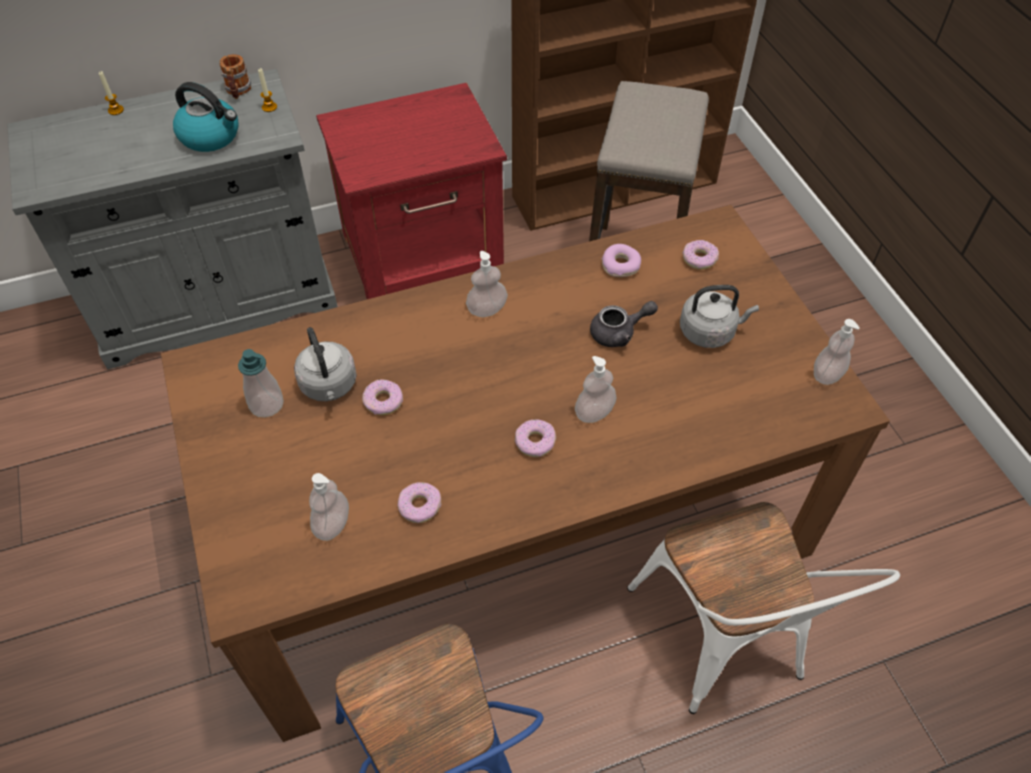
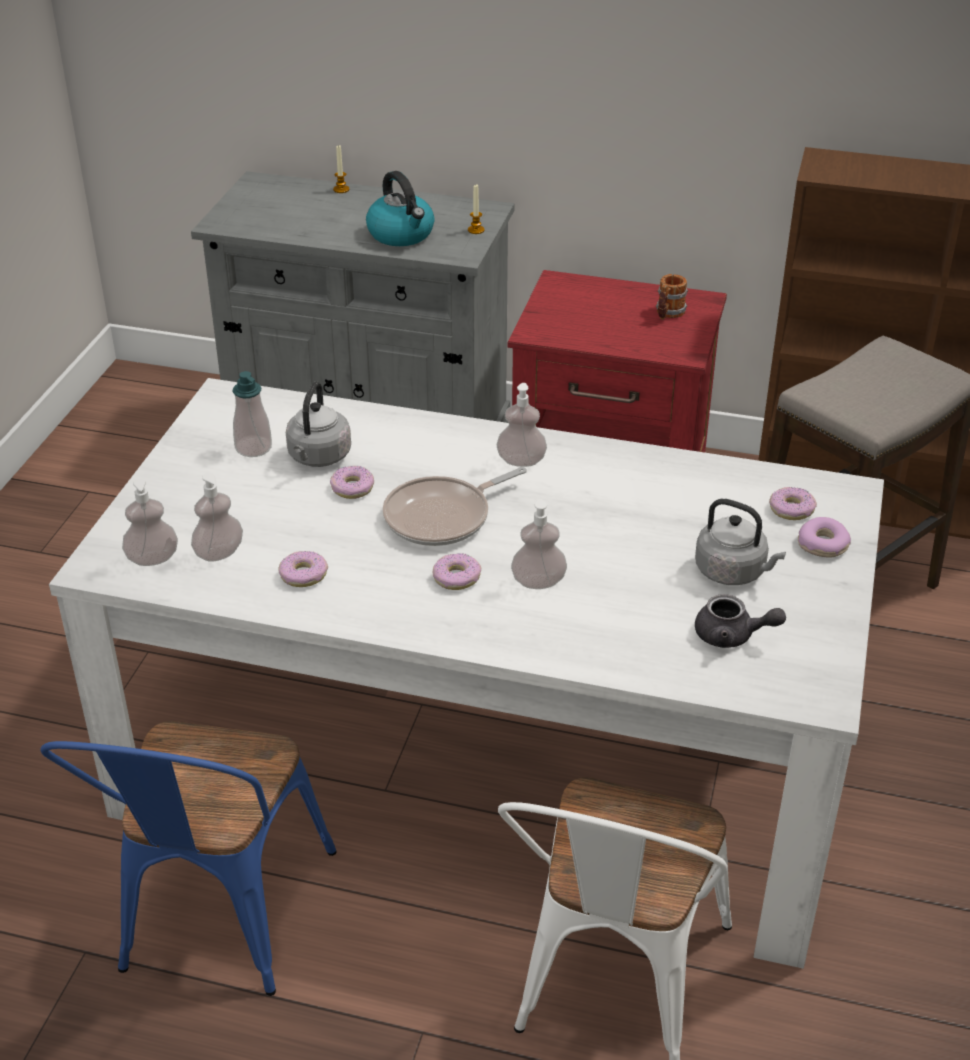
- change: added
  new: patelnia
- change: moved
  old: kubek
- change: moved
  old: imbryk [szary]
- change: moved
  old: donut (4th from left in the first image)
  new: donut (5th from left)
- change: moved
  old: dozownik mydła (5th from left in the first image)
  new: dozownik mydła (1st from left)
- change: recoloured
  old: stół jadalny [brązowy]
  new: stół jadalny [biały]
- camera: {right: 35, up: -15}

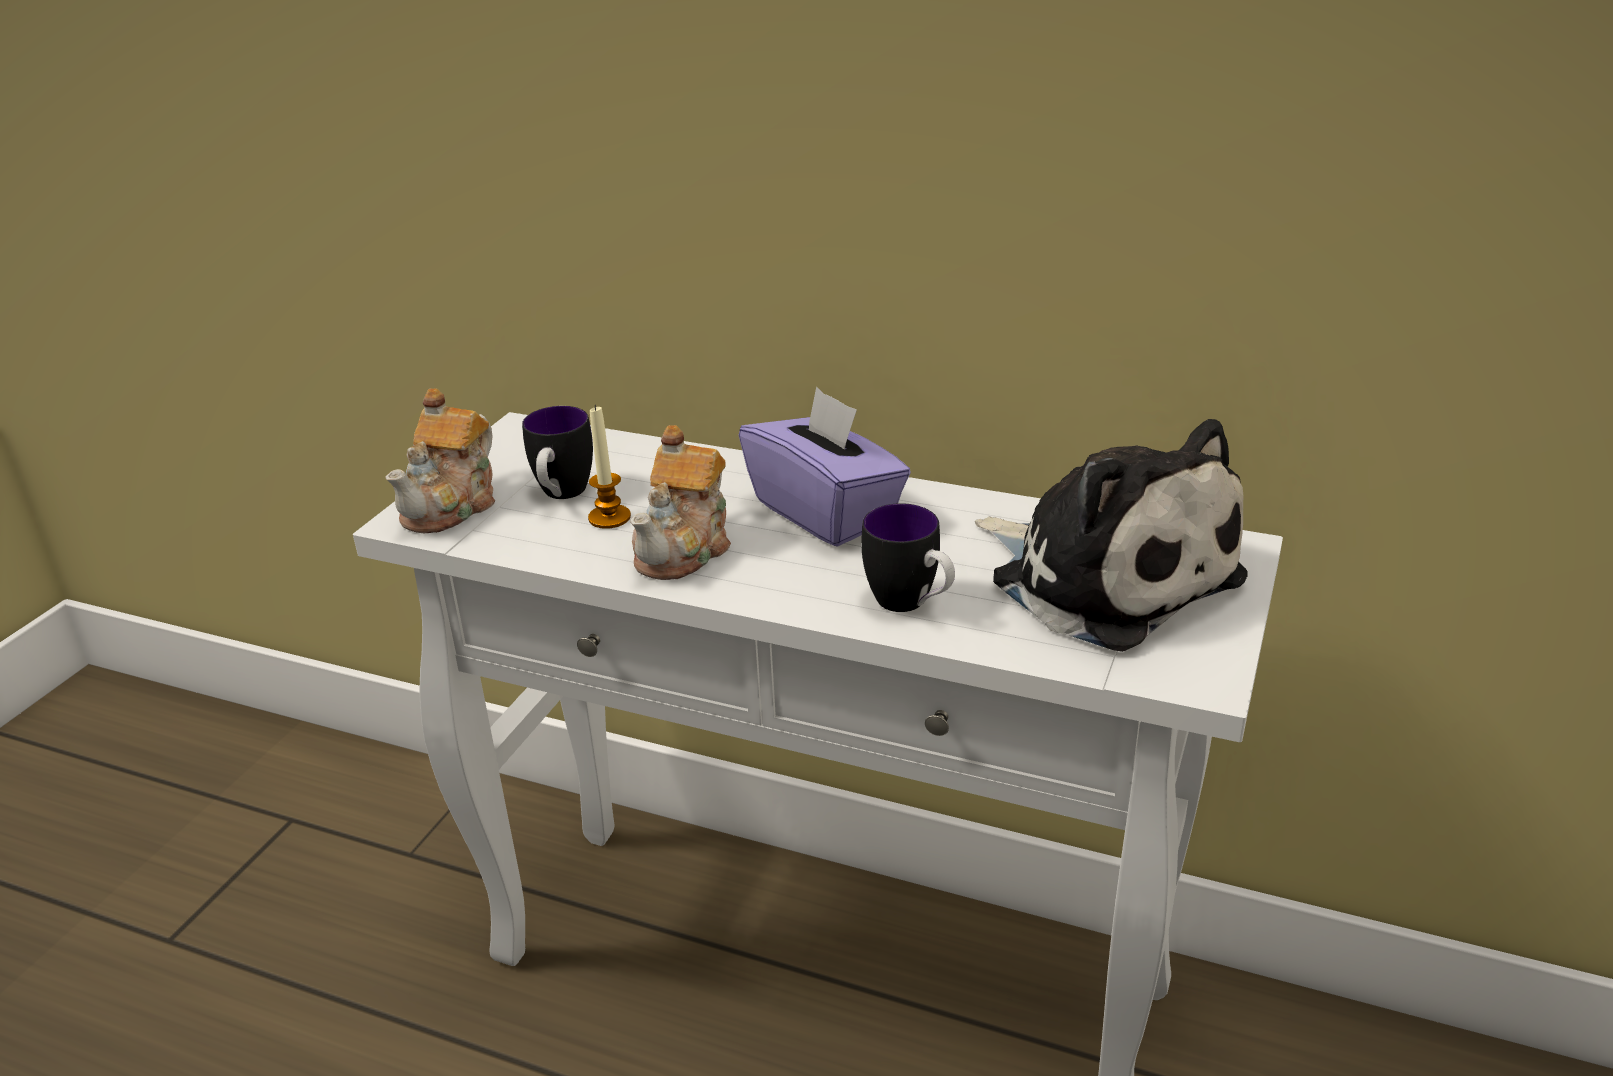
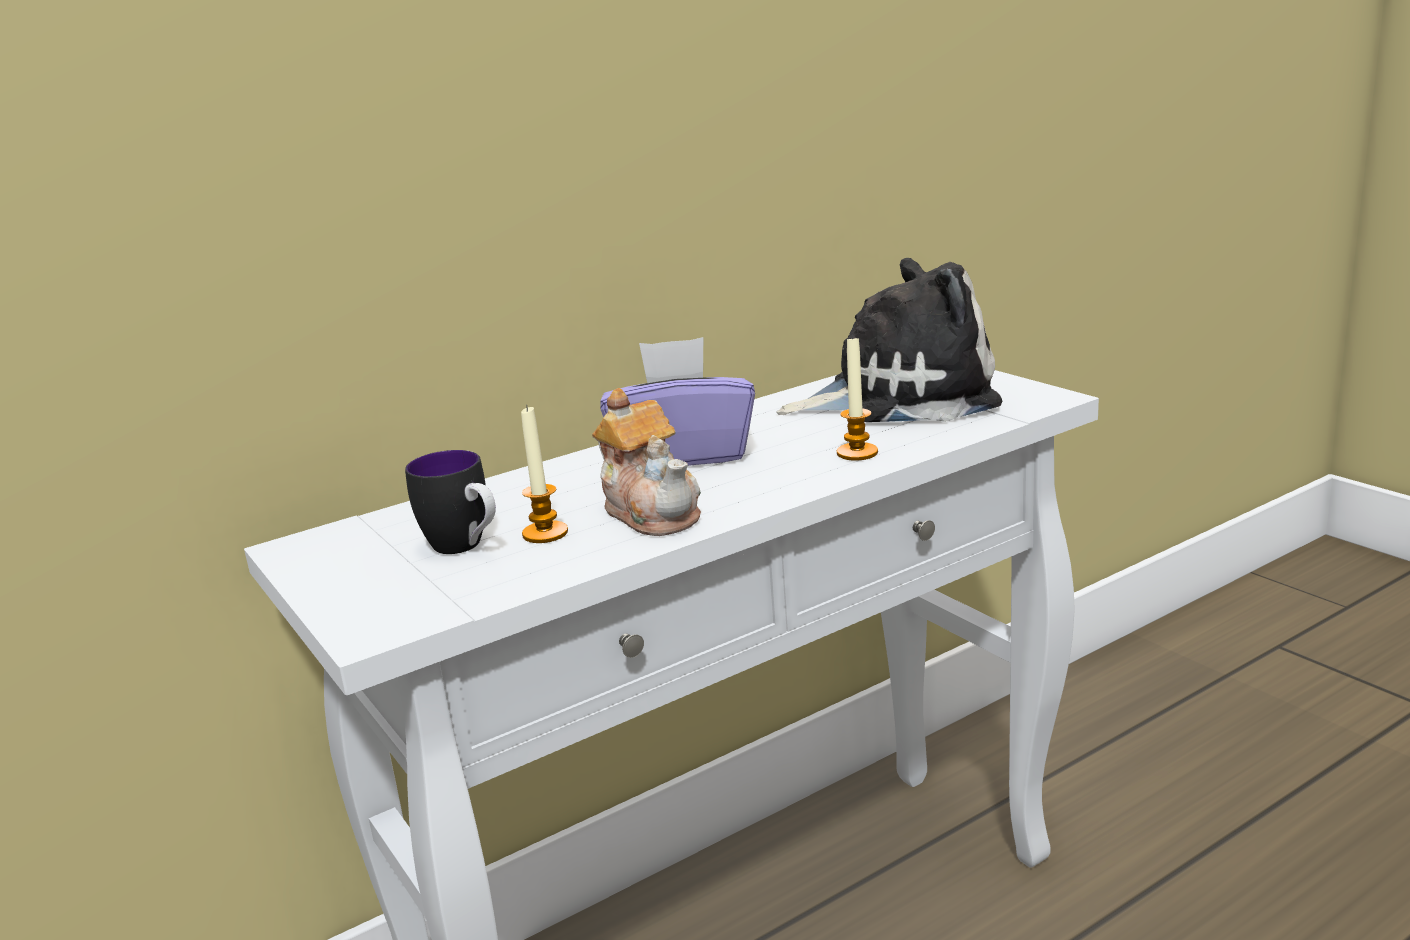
- change: removed
  old: imbryk (1st from left)
- change: replaced
  old: kubek (2nd from left)
  new: świeca (2nd from left)
- camera: {right: -55, up: -10}

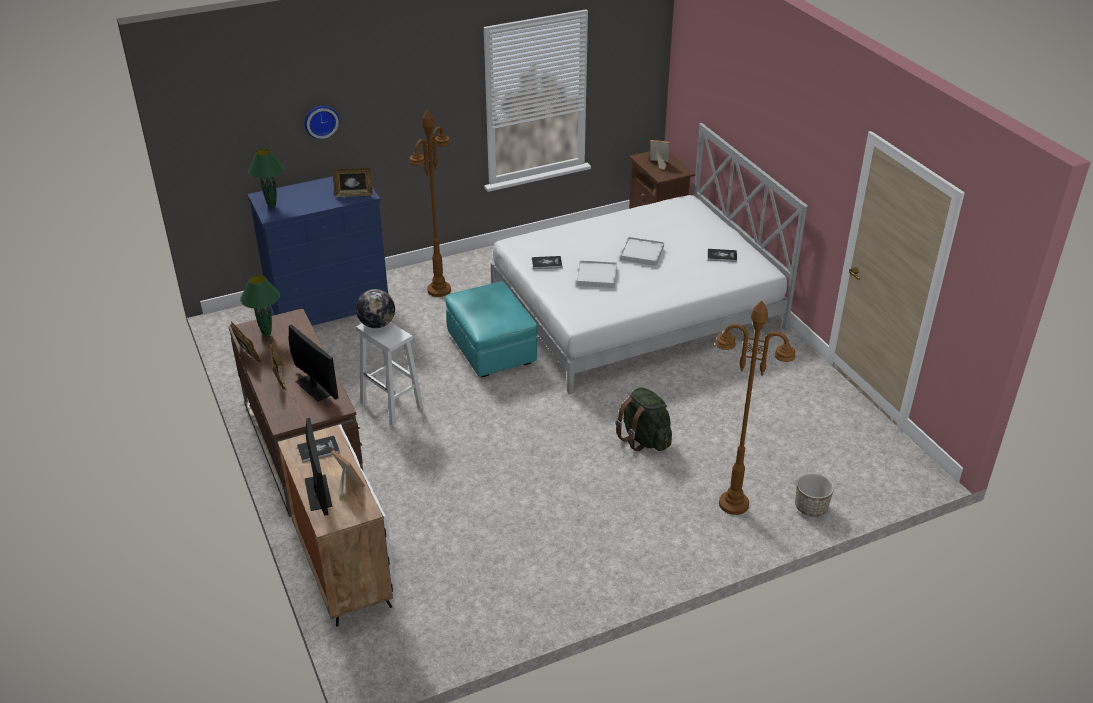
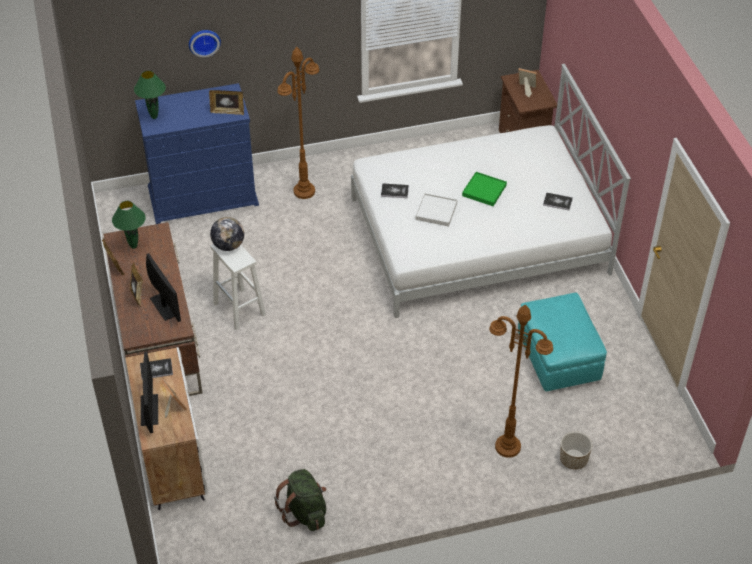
- change: moved
  old: pufa [turkusowy]
- change: moved
  old: plecak [zielony]
- change: recoloured
  old: taca [biały] (2nd from left)
  new: taca [zielony]
- camera: {right: 10, up: 10}

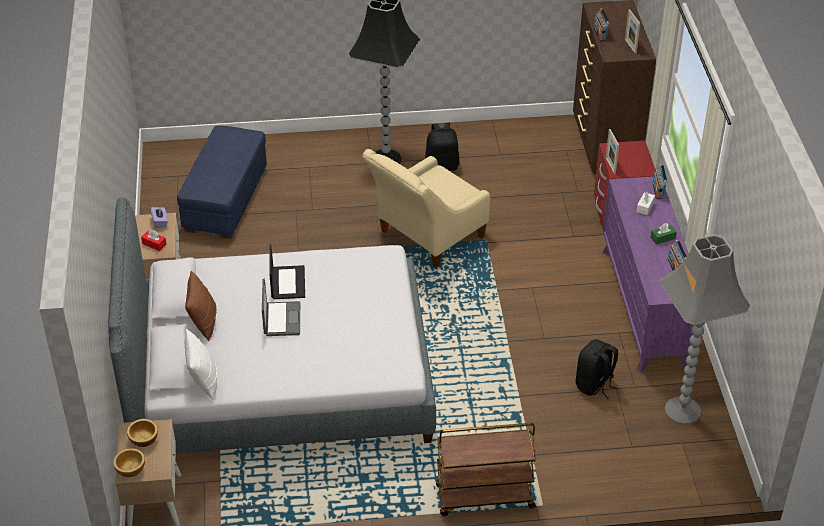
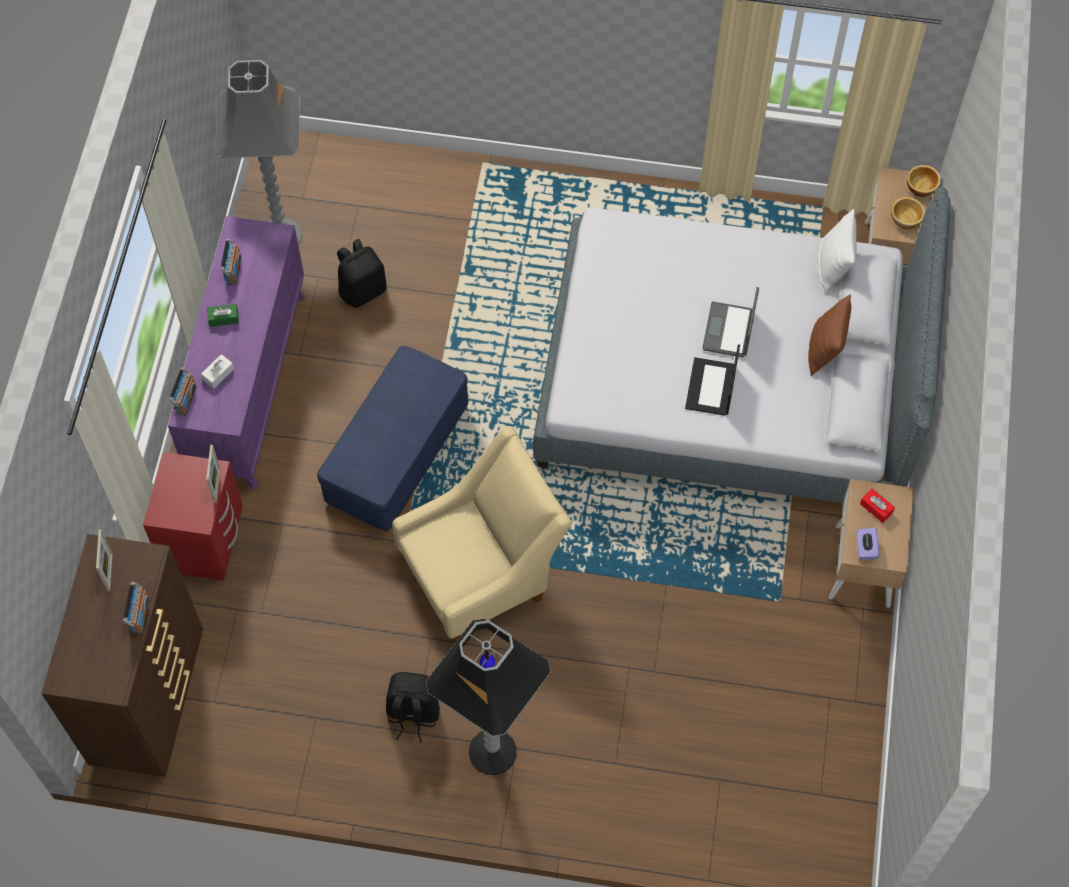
- change: removed
  old: wózek [brązowy]
- change: moved
  old: pufa [niebieski]
- camera: {right: -165, up: 20}

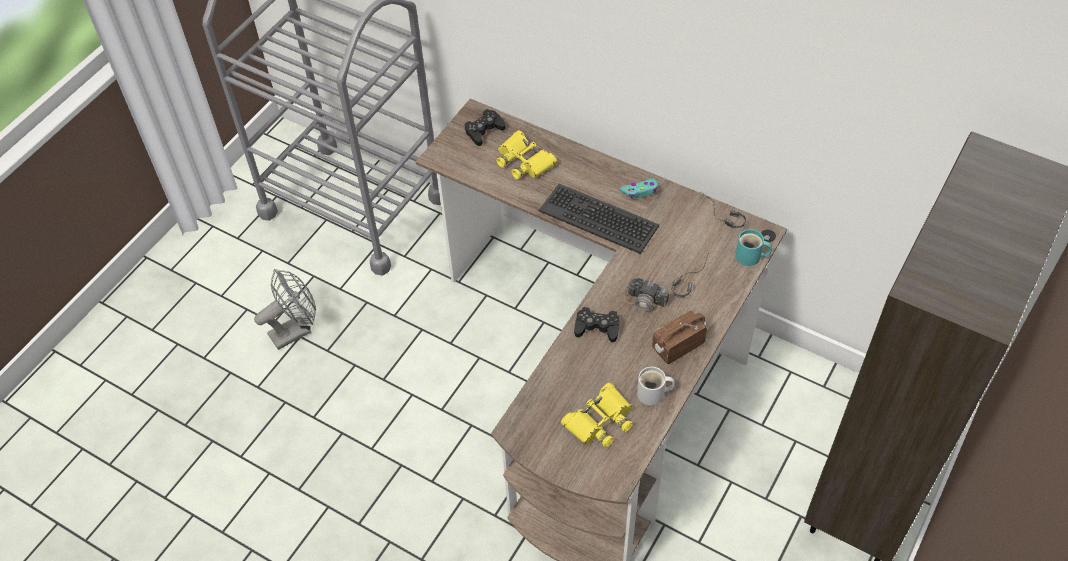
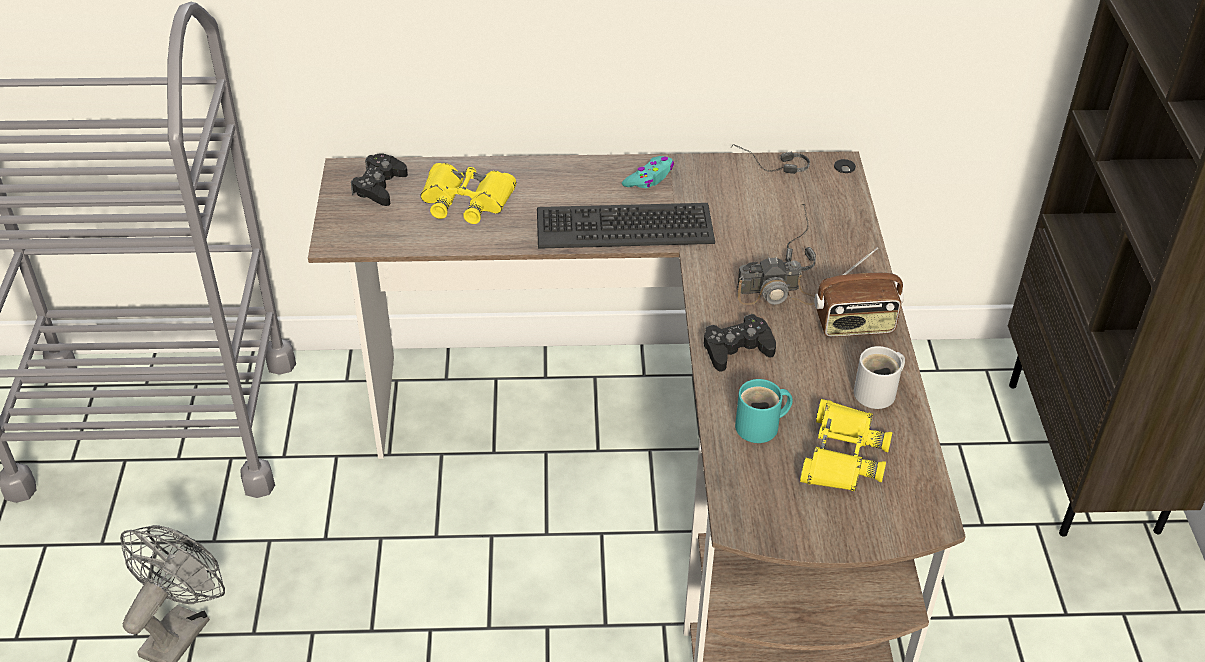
- change: moved
  old: kubek [turkusowy]
- change: turned
  old: radio
  degrees: -120
- camera: {right: -35, up: -10}

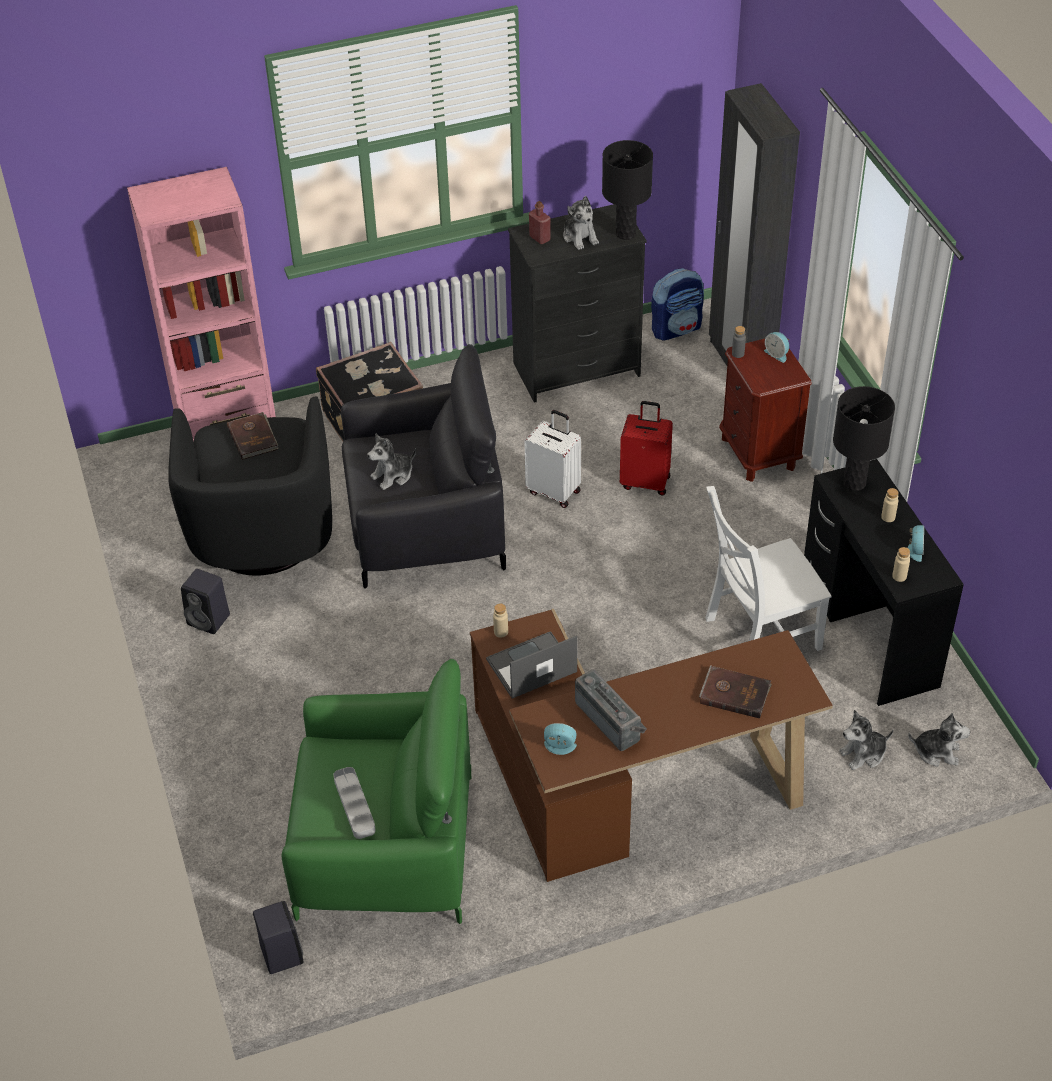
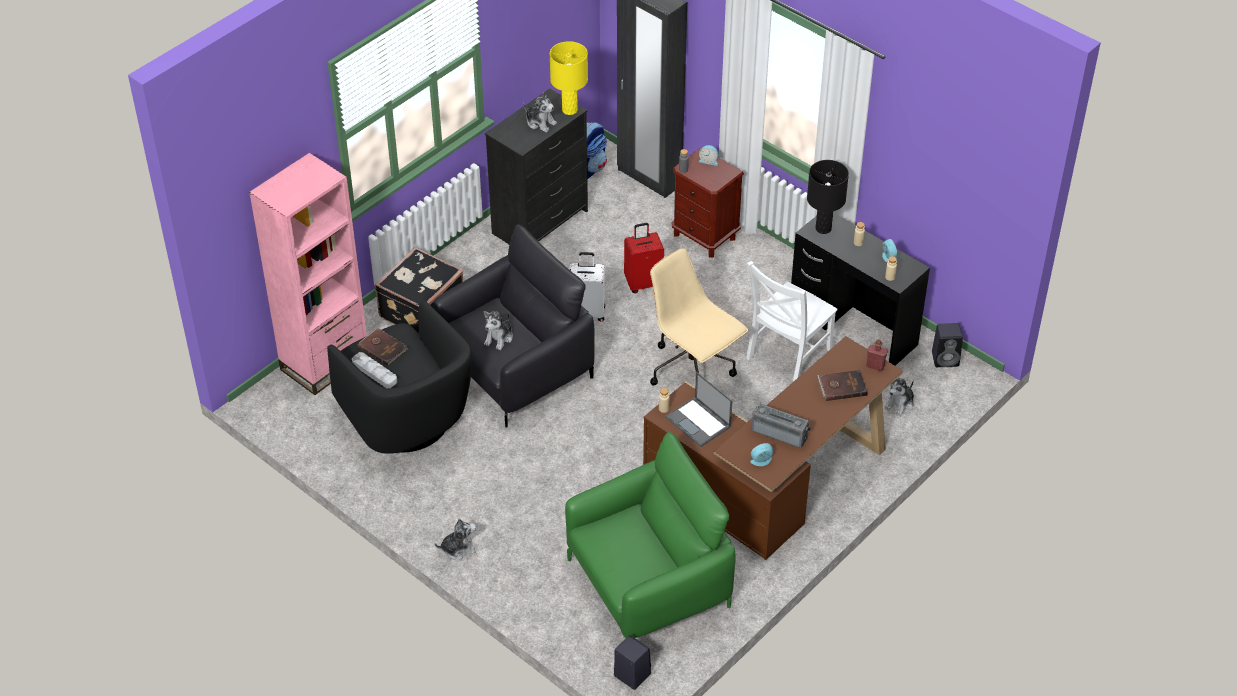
- change: added
  new: krzesło biurowe [beżowy]
- change: moved
  old: głośnik [czarny] (1st from left in the first image)
  new: głośnik [czarny] (2nd from left)
- change: moved
  old: taca [szary]
- change: moved
  old: butelka [czerwony]
- change: moved
  old: pluszak (4th from left in the first image)
  new: pluszak (1st from left)
- change: recoloured
  old: lampa stołowa [czarny] (1st from left)
  new: lampa stołowa [żółty]
- change: turned
  old: laptop
  degrees: -75
- camera: {right: -30, up: 0}

